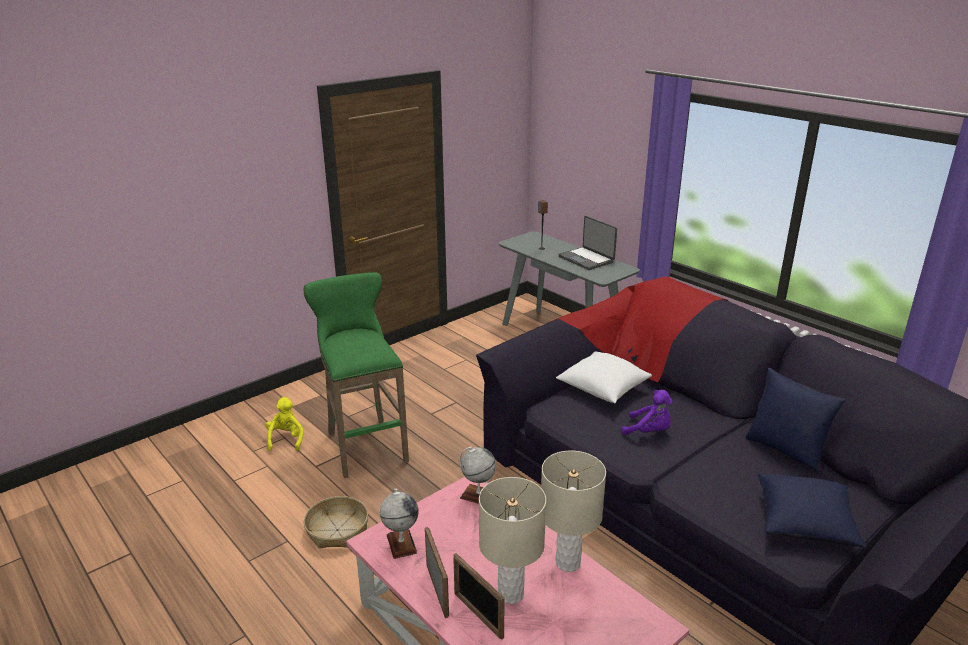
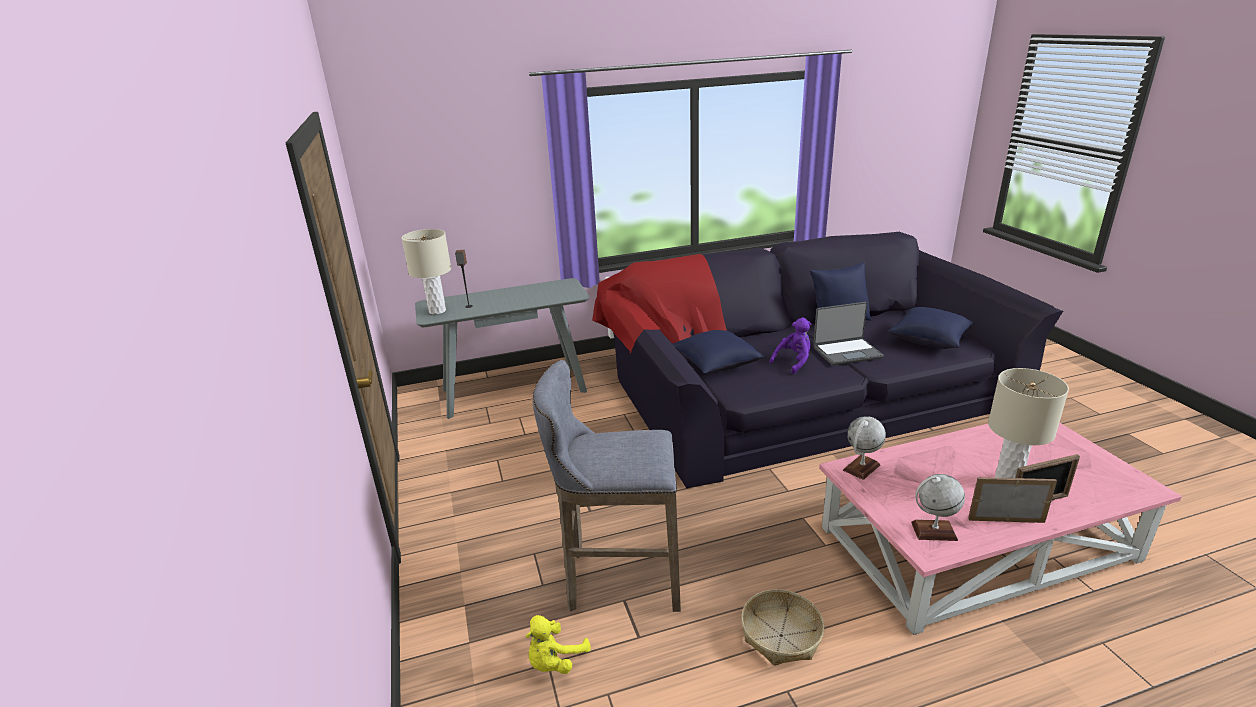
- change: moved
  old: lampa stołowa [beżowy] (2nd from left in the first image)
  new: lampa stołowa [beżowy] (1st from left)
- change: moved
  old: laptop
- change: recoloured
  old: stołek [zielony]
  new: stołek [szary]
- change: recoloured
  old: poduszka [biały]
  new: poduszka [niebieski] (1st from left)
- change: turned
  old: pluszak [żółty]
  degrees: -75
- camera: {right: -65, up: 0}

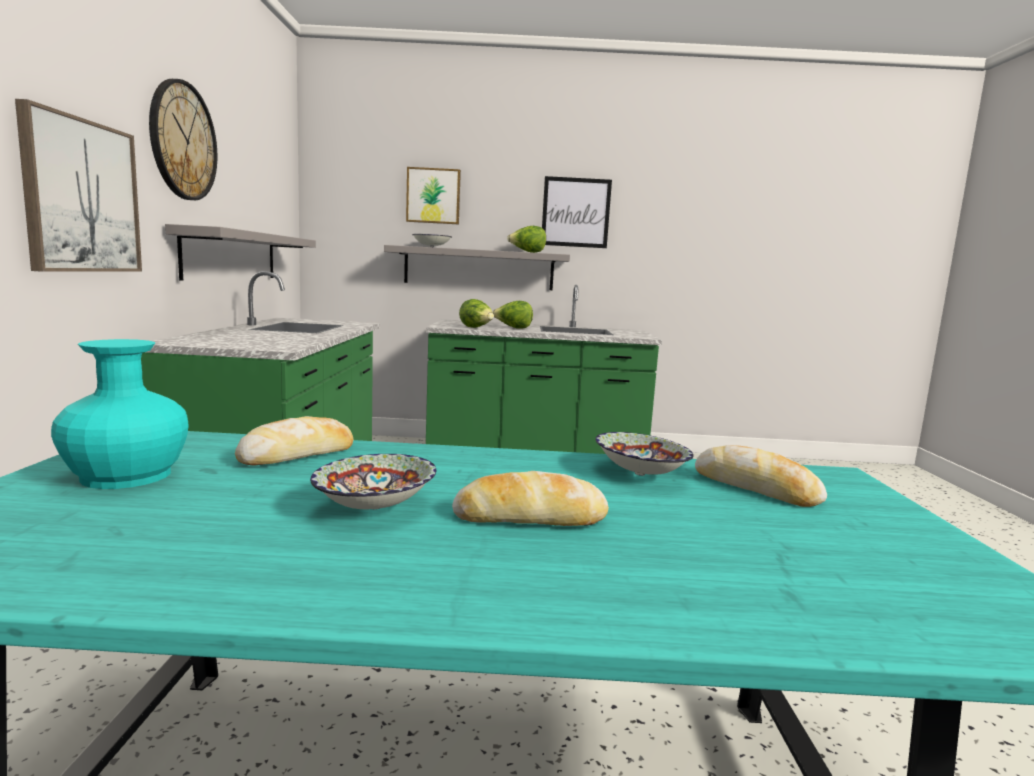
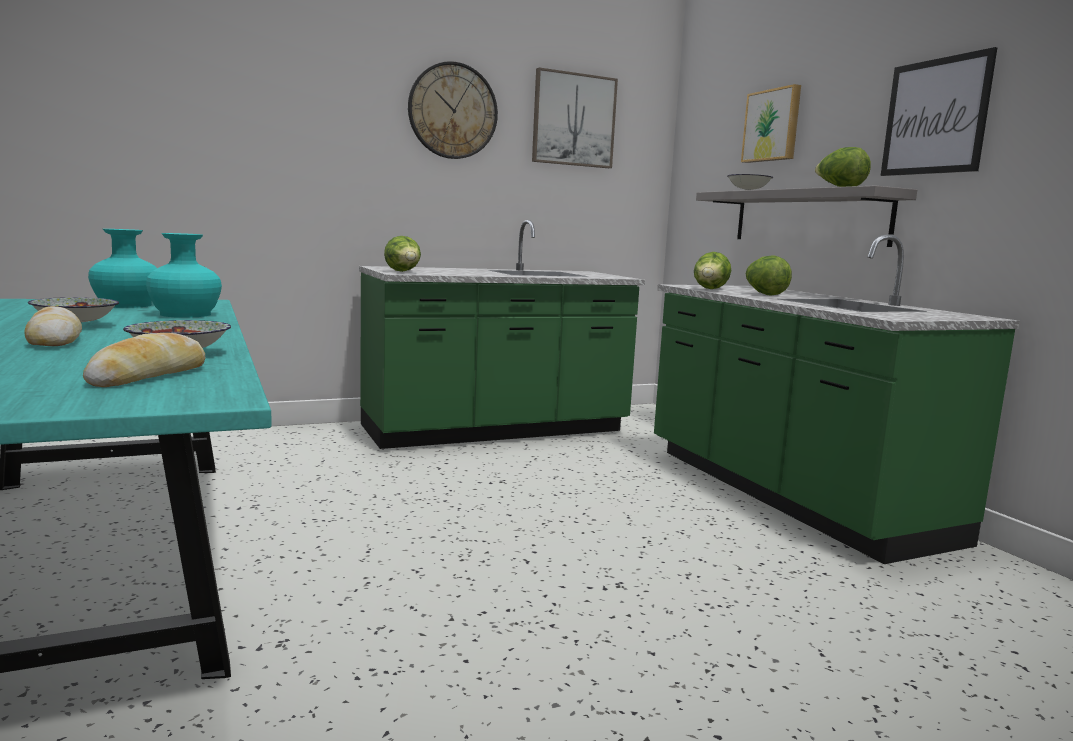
- change: removed
  old: półka [szary] (1st from left)
- change: added
  new: sałata (1st from left)
- change: moved
  old: obraz (1st from left)
- change: replaced
  old: chleb (1st from left)
  new: wazon [turkusowy] (2nd from left)
- camera: {right: 65, up: 0}

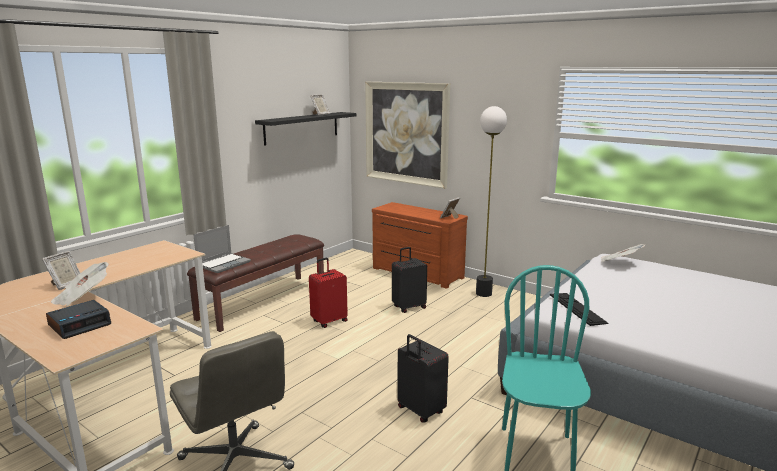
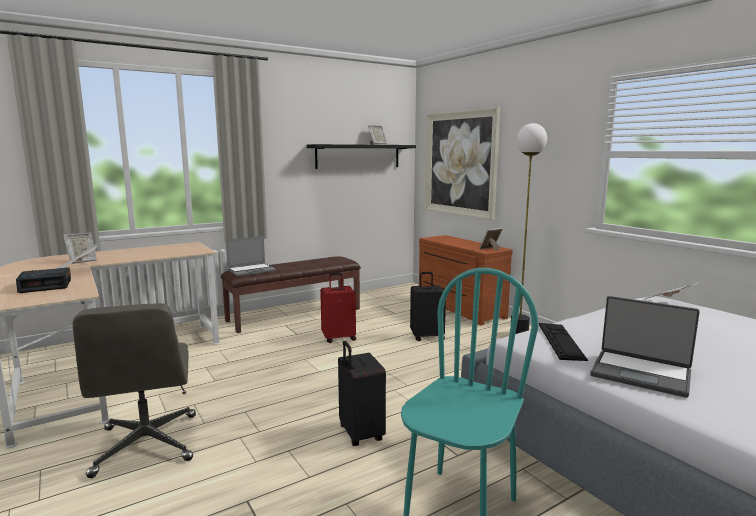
- change: added
  new: laptop (2nd from left)
- camera: {right: 20, up: -5}

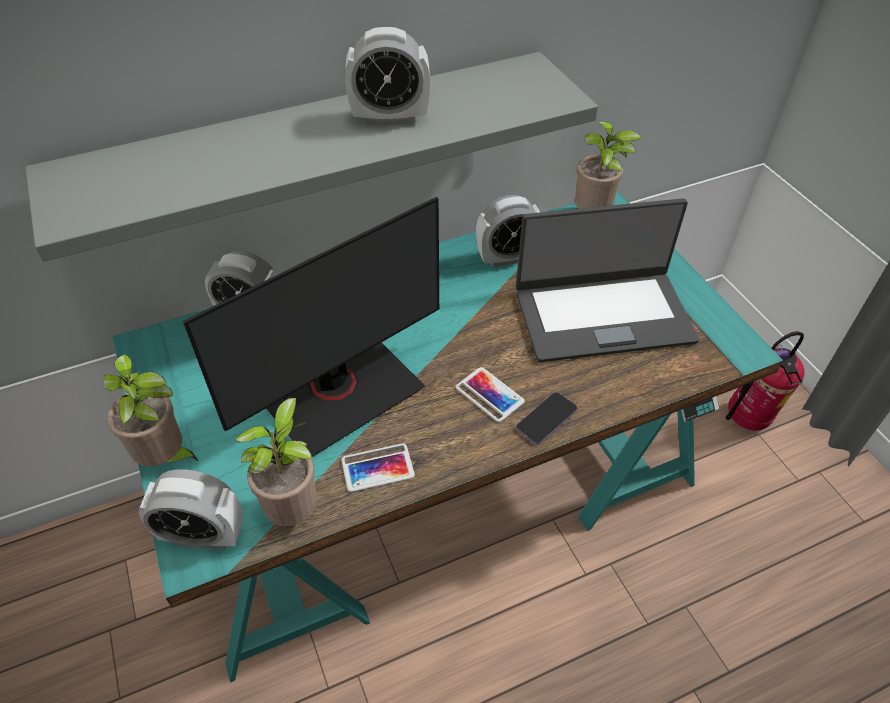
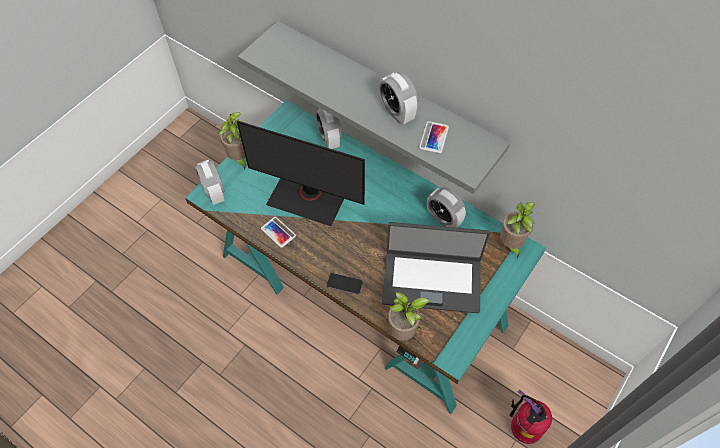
- change: moved
  old: roślina doniczkowa (2nd from left)
- change: moved
  old: telefon (2nd from left in the first image)
  new: telefon (3rd from left)
- change: turned
  old: laptop
  degrees: -45
- camera: {right: 60, up: 10}

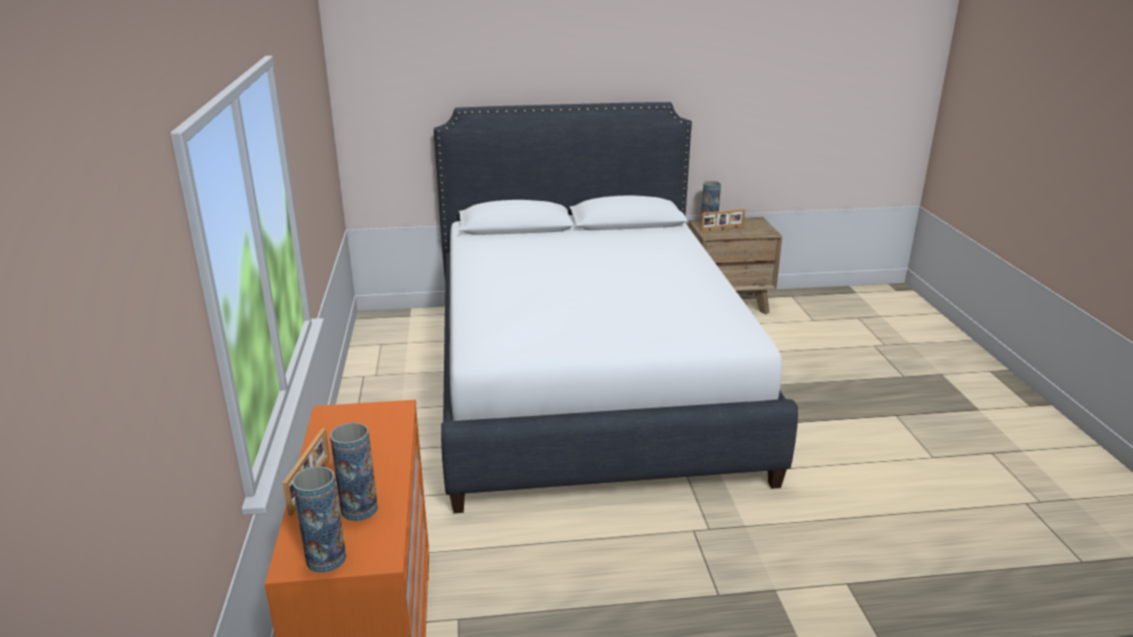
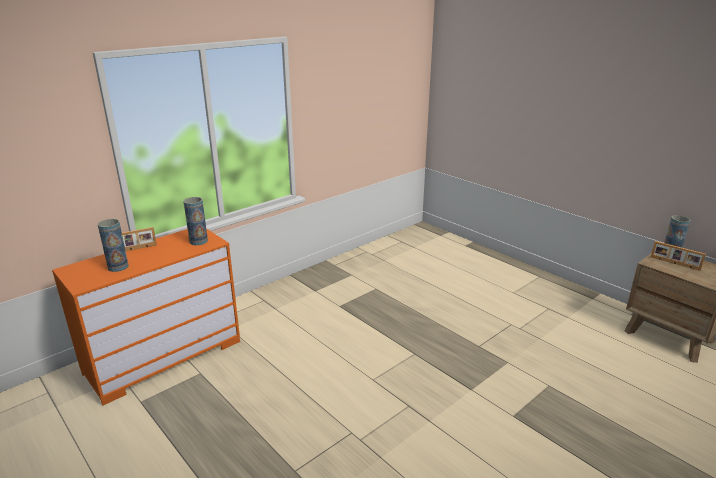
- change: removed
  old: łóżko [biały]
- change: moved
  old: wazon (1st from left in the first image)
  new: wazon (2nd from left)
- camera: {right: 55, up: 0}

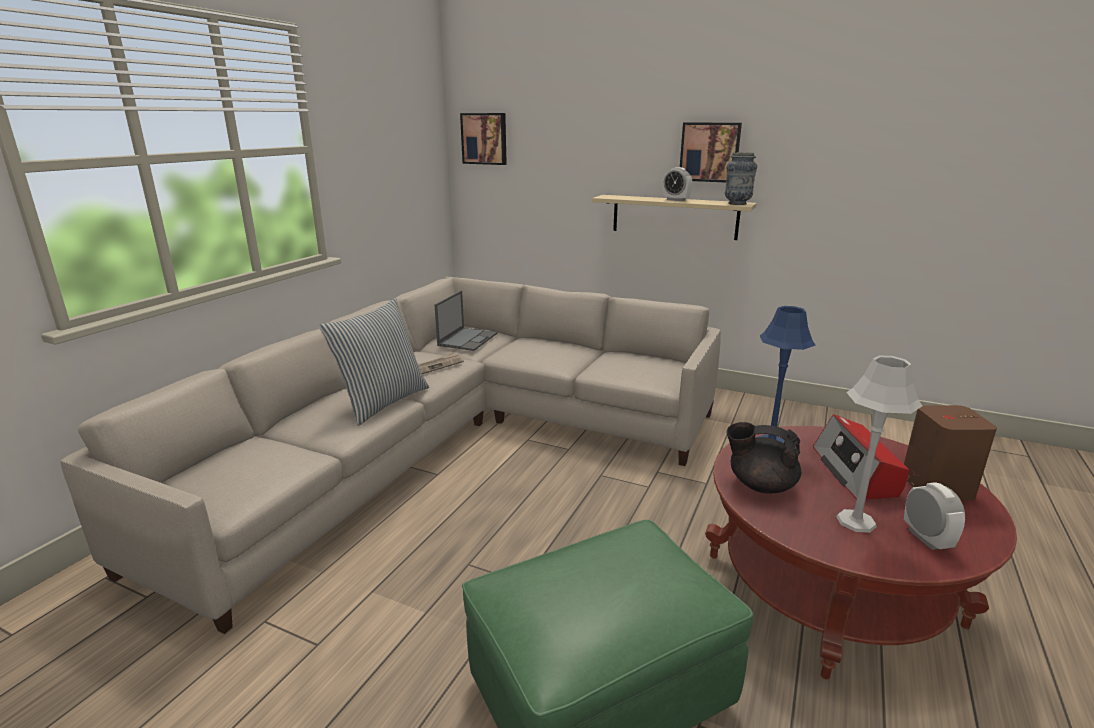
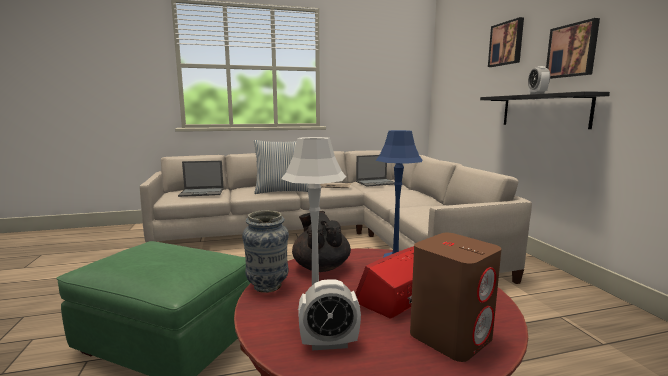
- change: added
  new: laptop (1st from left)
- change: moved
  old: obraz (1st from left)
- change: moved
  old: wazon
- change: recoloured
  old: półka [beżowy]
  new: półka [czarny]
- change: turned
  old: budzik (2nd from left in the first image)
  degrees: 45
- camera: {right: 50, up: -10}

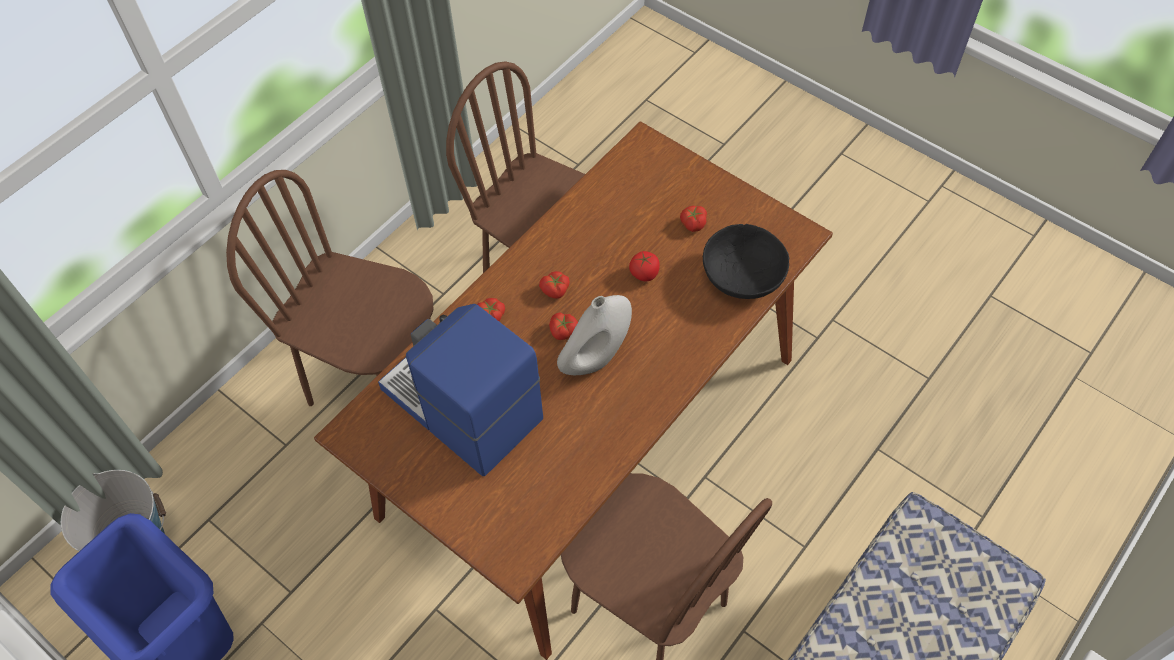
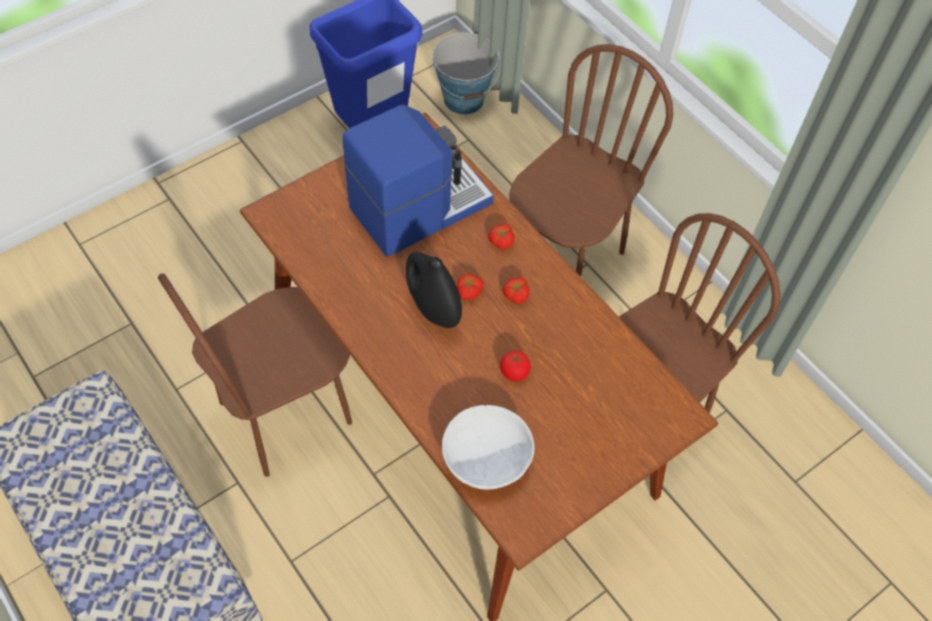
- change: removed
  old: pomidor (5th from left)
- change: recoloured
  old: wazon [biały]
  new: wazon [czarny]
- change: recoloured
  old: miska [czarny]
  new: miska [biały]
- camera: {right: 100, up: 0}

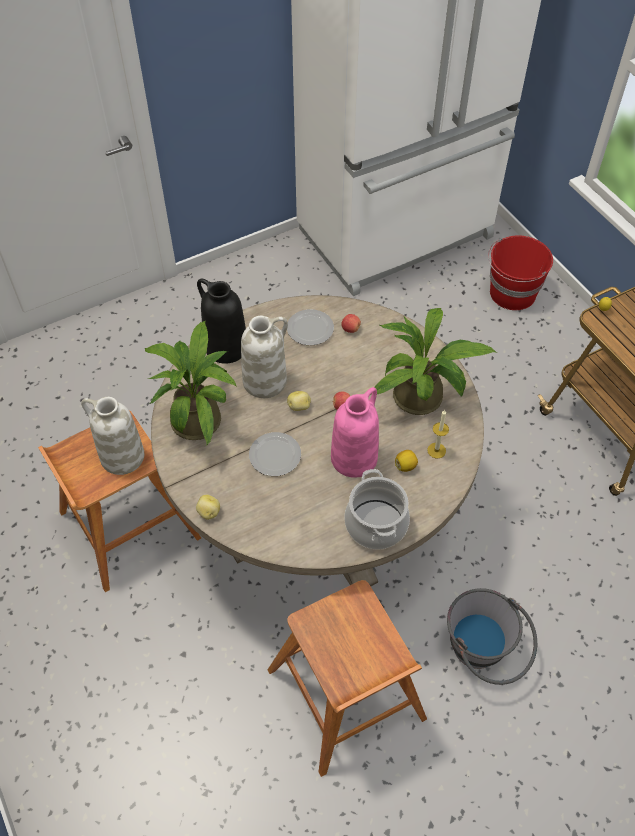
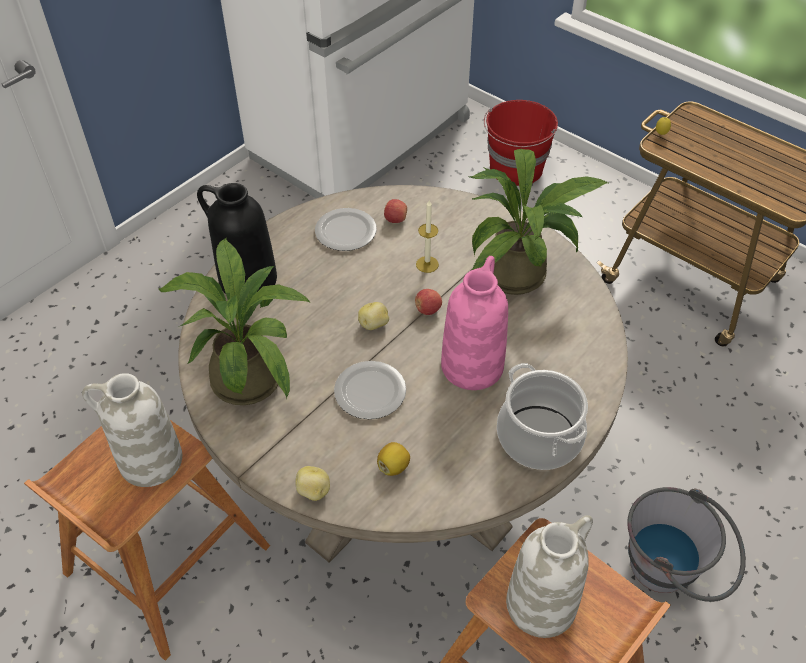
- change: moved
  old: wazon [biały] (2nd from left)
- change: moved
  old: cytryna (1st from left)
- change: moved
  old: świeca
- camera: {right: -20, up: -5}

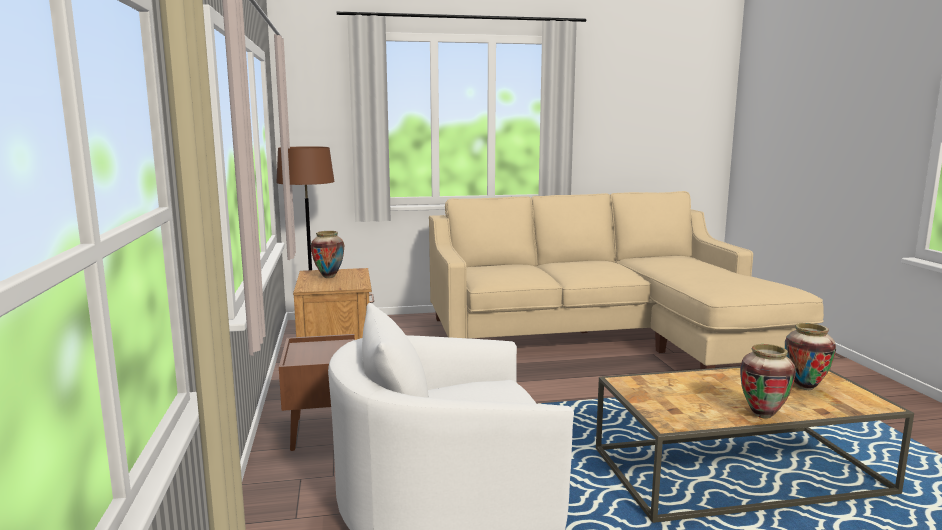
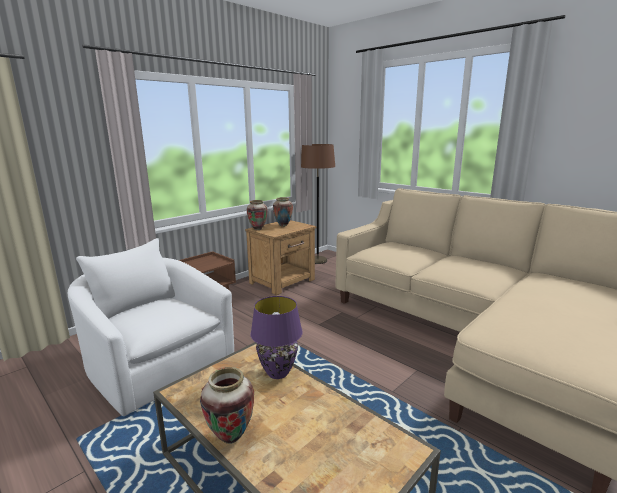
- change: added
  new: lampa stołowa [fioletowy]
- change: moved
  old: wazon (3rd from left in the first image)
  new: wazon (2nd from left)
- camera: {right: 55, up: 5}

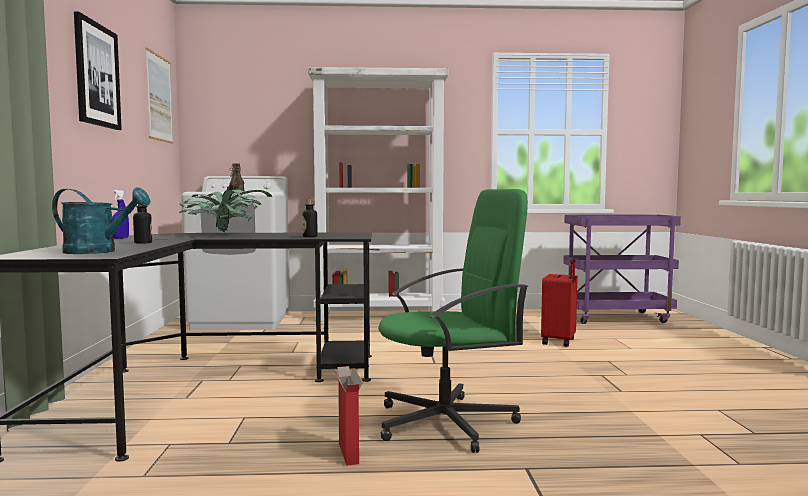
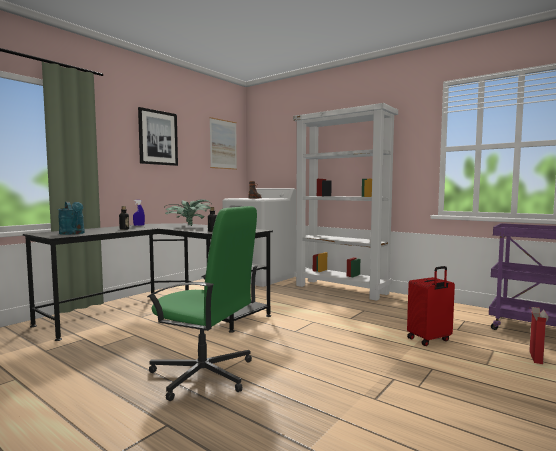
- change: moved
  old: karton
- camera: {right: 40, up: 0}

